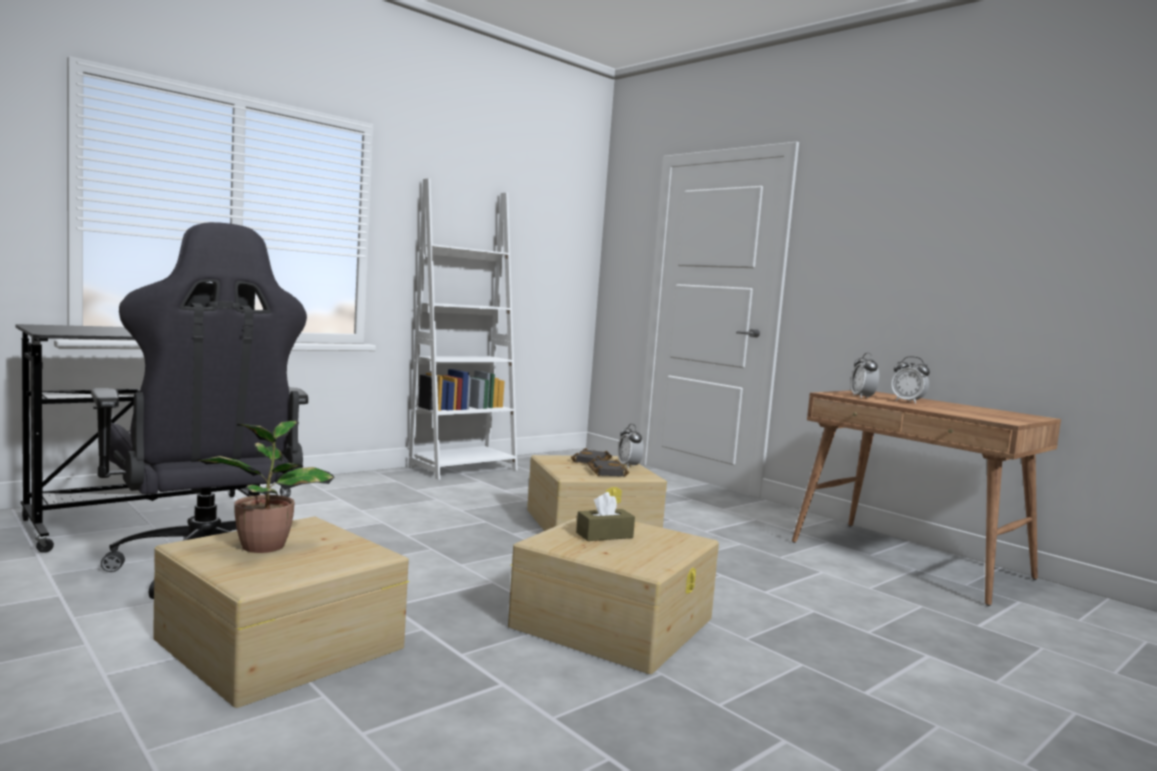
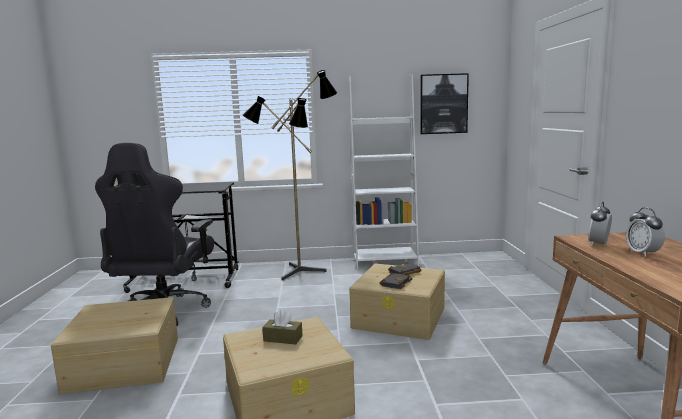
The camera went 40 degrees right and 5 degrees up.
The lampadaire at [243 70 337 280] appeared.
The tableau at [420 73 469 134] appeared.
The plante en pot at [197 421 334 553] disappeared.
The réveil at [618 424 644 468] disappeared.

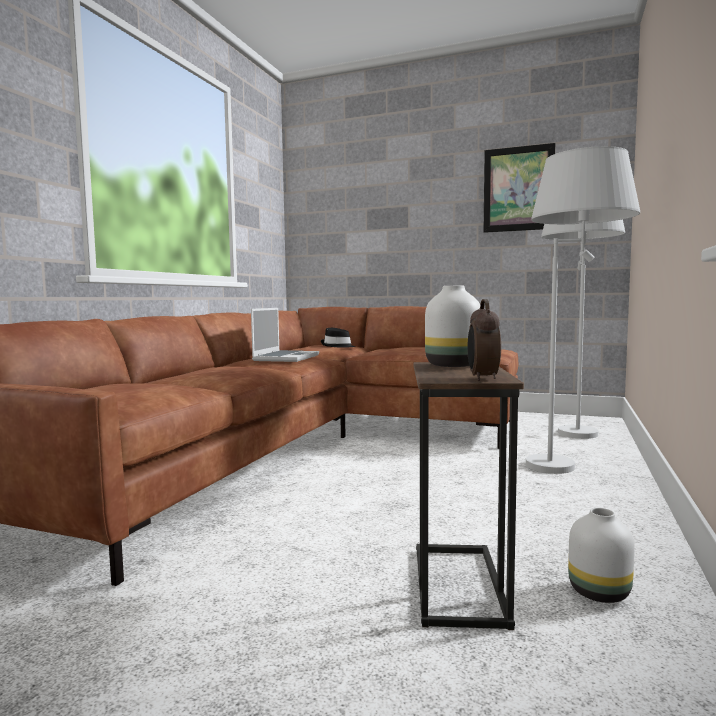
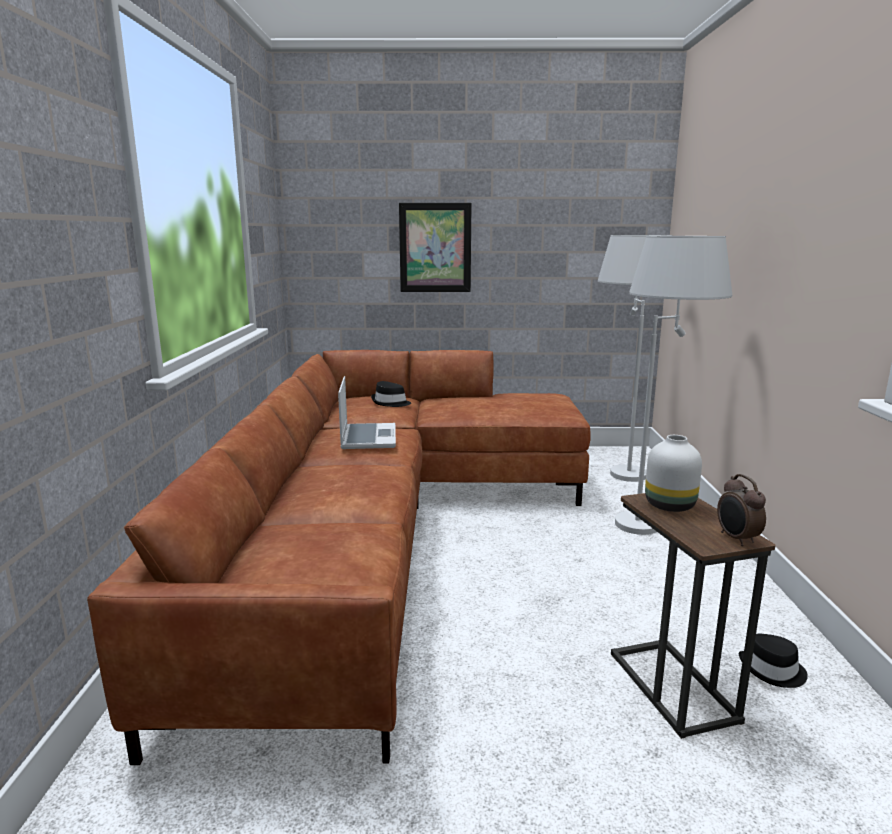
The camera went 20 degrees left and 10 degrees up.
The tableau moved from [483 143 555 233] to [399 203 472 292].
The vase [blanc] at [568 508 635 603] was replaced by the chapeau [noir] at [739 634 808 688].

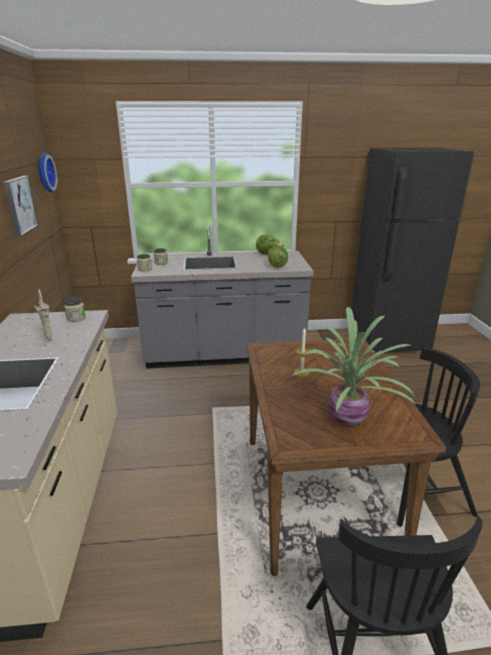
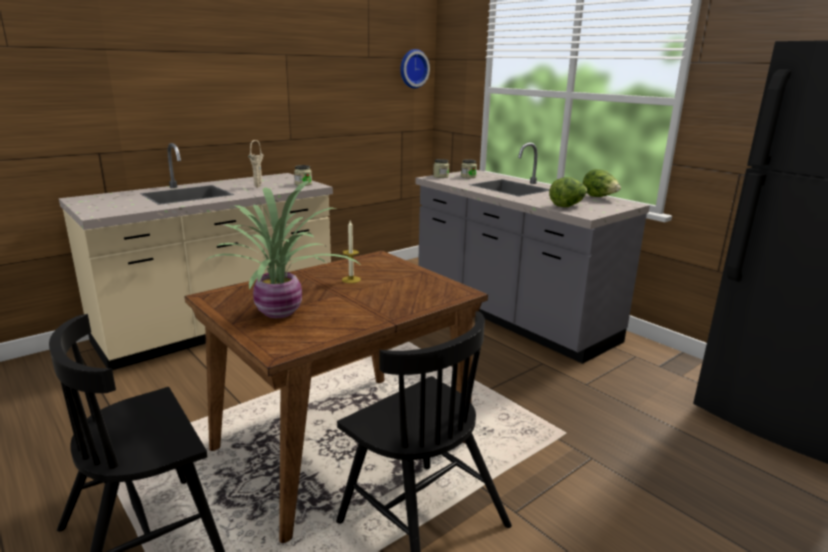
The camera went 55 degrees right and 5 degrees down.
The tableau at [3 176 39 236] disappeared.

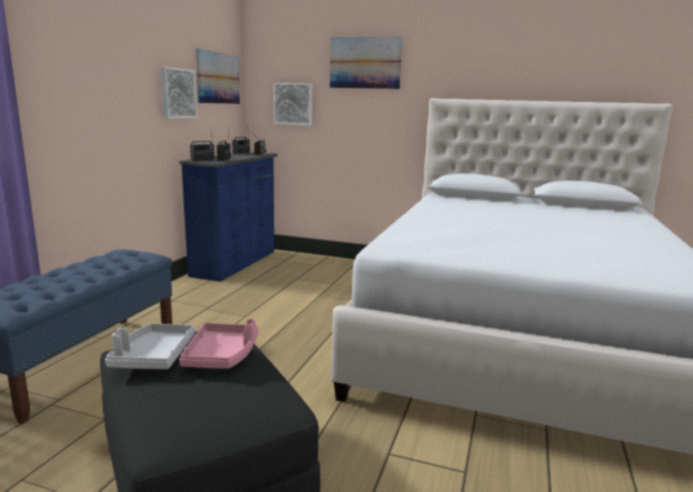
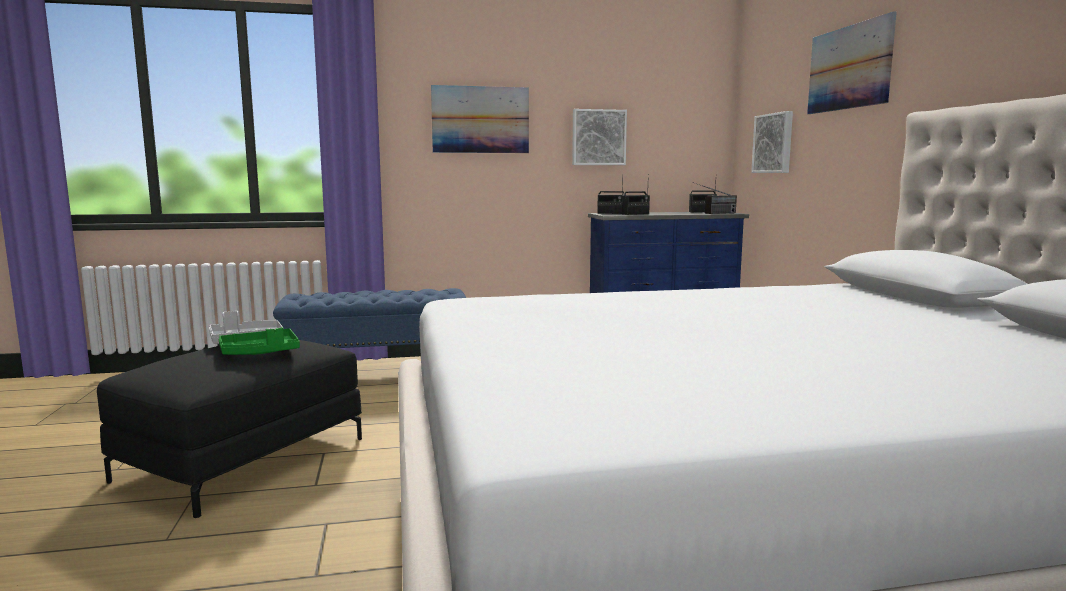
The camera went 60 degrees right and 5 degrees down.
The plateau [rose] at [179 318 259 368] became the plateau [vert] at [219 327 300 355].
The tableau moved from [196 49 240 104] to [431 85 529 153].

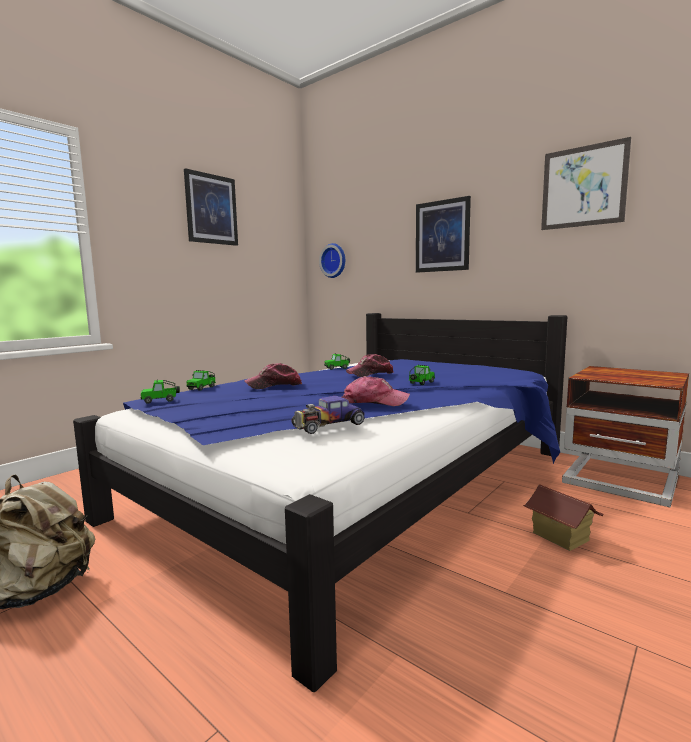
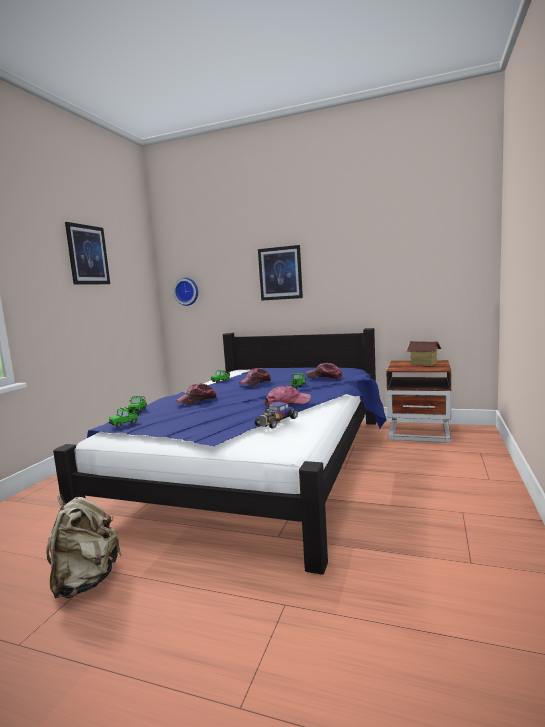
The camera went 20 degrees left and 0 degrees up.
The casquette at [306 363 343 379] appeared.
The maison miniature moved from [523 485 604 551] to [407 341 442 366].
The tableau at [541 137 631 230] disappeared.

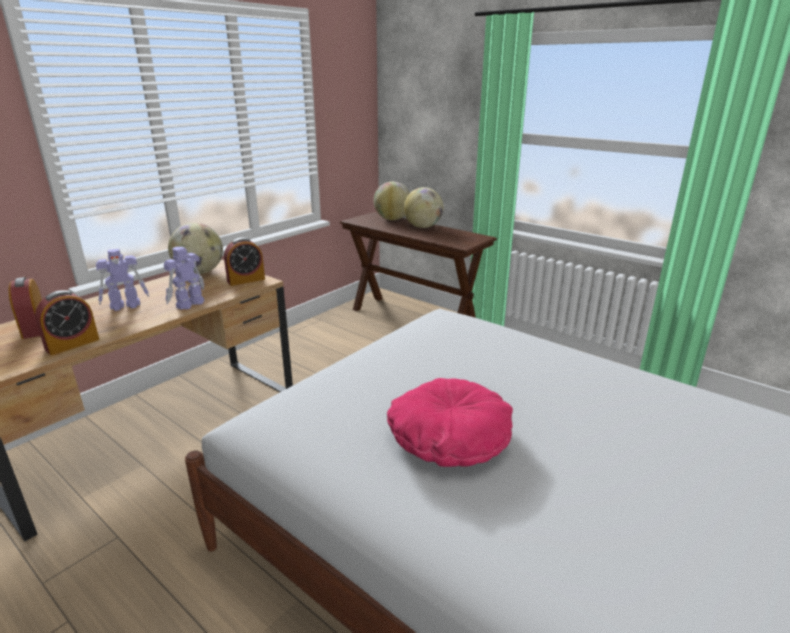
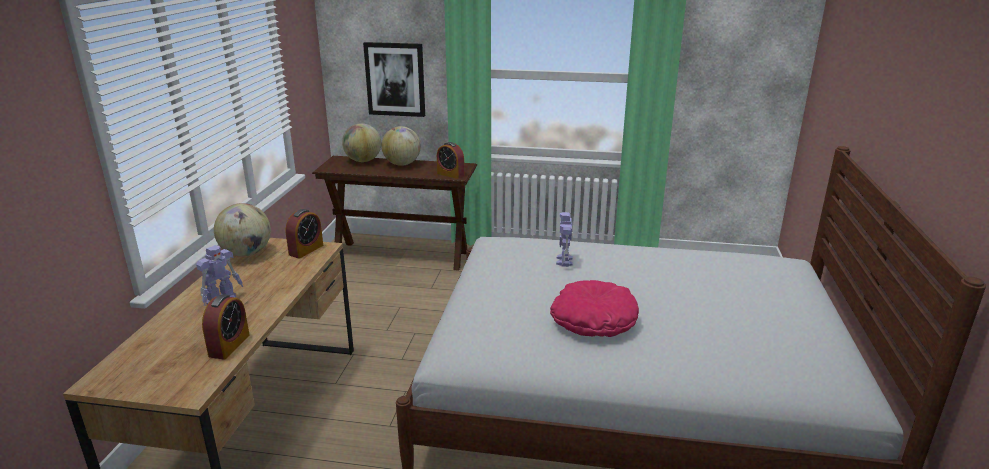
The camera went 30 degrees left and 0 degrees up.
The tableau at [363 42 425 117] appeared.
The réveil moved from [9 277 42 339] to [437 142 465 179].
The robot jouet moved from [164 247 204 310] to [556 212 573 267].

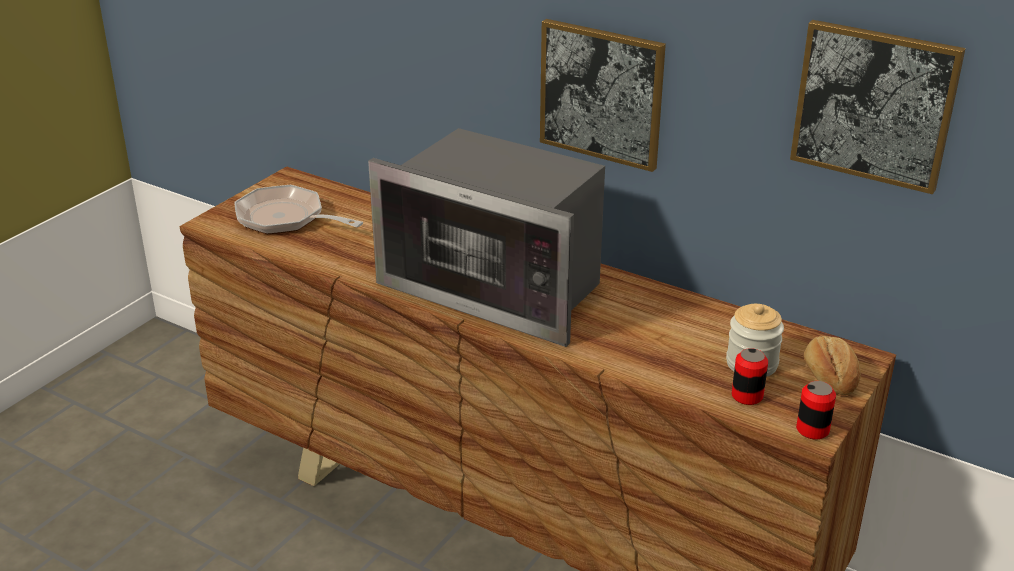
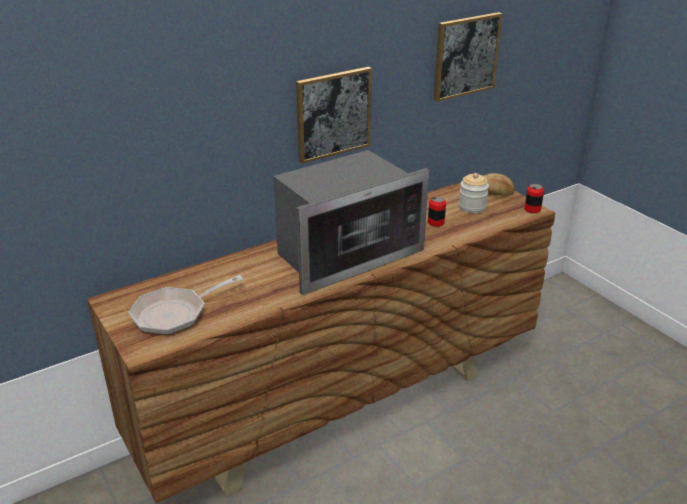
The camera went 65 degrees left and 0 degrees up.
The boîte métallique moved from [732 348 768 405] to [428 196 446 227].

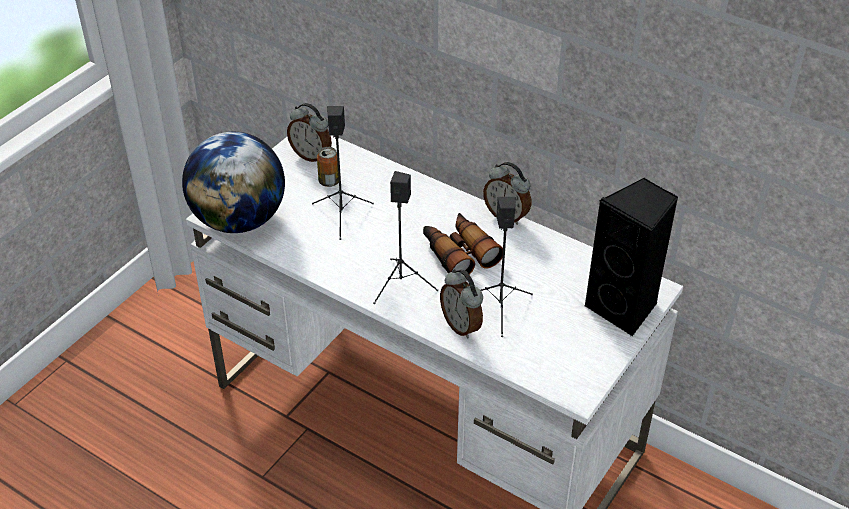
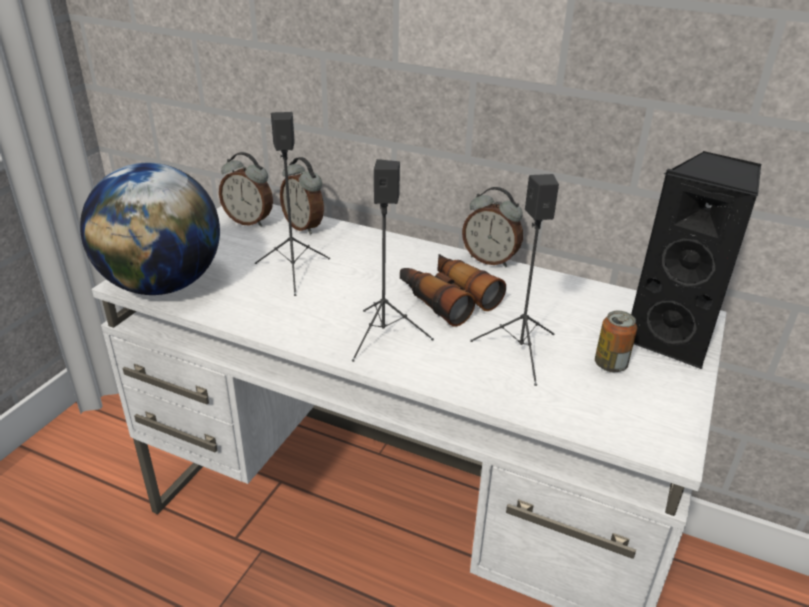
The camera went 10 degrees left and 10 degrees down.
The réveil moved from [440 269 483 339] to [280 157 324 234].
The boîte métallique moved from [317 147 339 187] to [595 310 637 372].

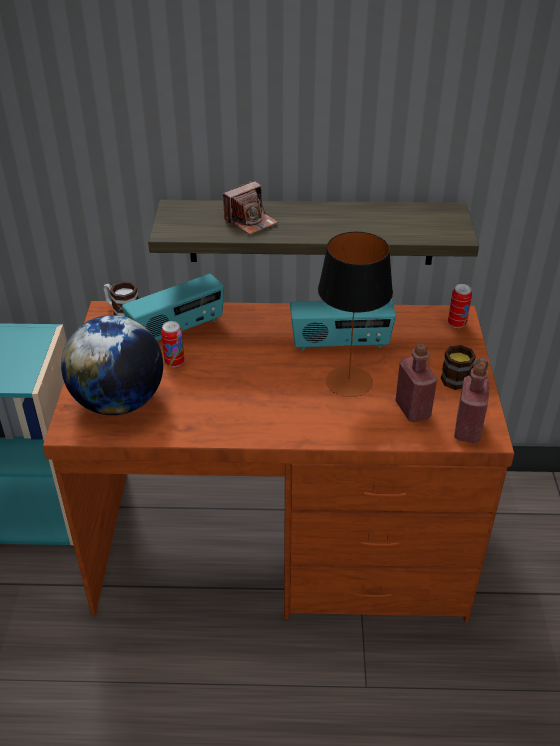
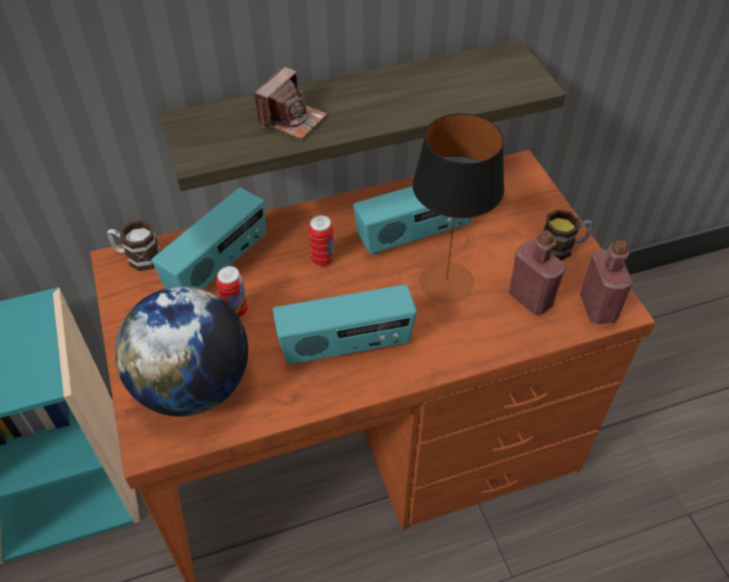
The camera went 20 degrees left and 10 degrees up.
The radio at [273 284 417 364] appeared.
The boîte métallique moved from [448 284 472 328] to [309 215 334 267].

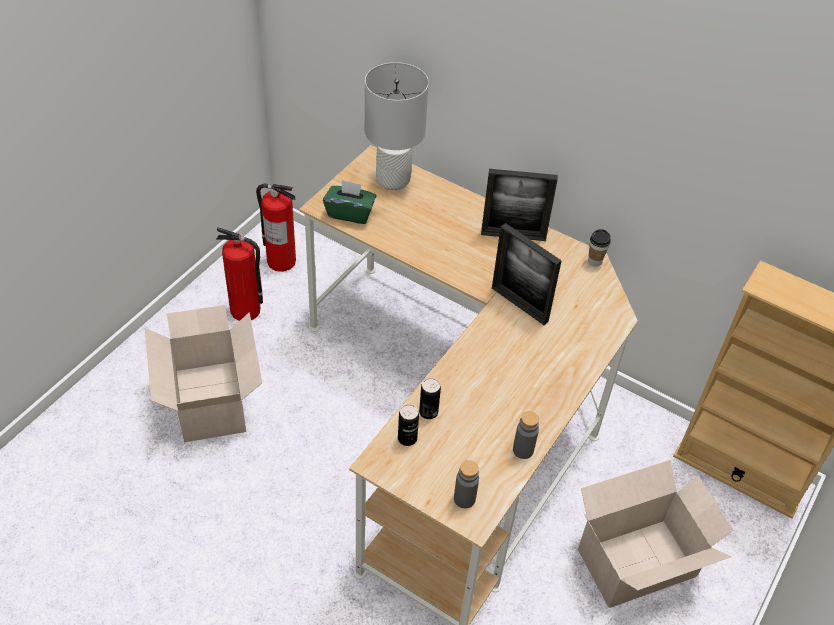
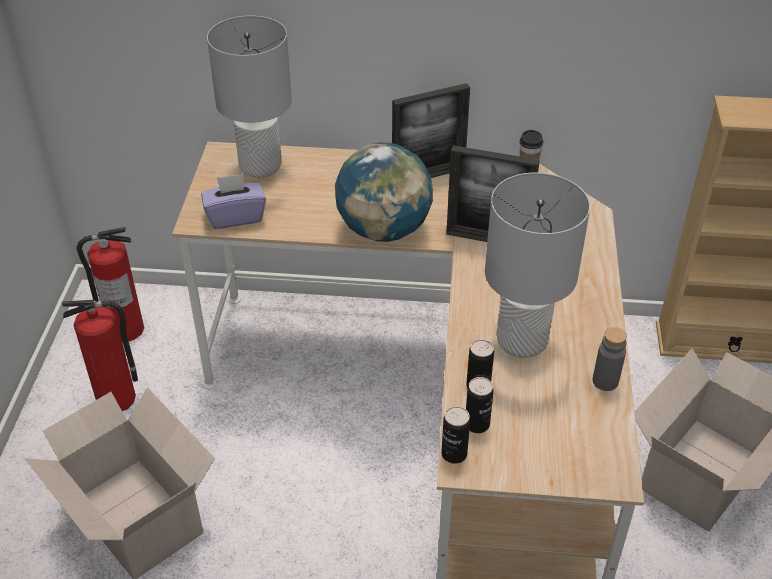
The camera went 25 degrees left and 5 degrees down.
The boîte à mouchoirs [vert] at [323 180 376 224] became the boîte à mouchoirs [violet] at [201 174 266 229].
The globe at [335 142 433 242] appeared.
The boîte métallique at [441 406 470 464] appeared.
The lampe de table [gris] at [485 172 590 358] appeared.
The bouteille [gris] at [454 460 479 508] disappeared.

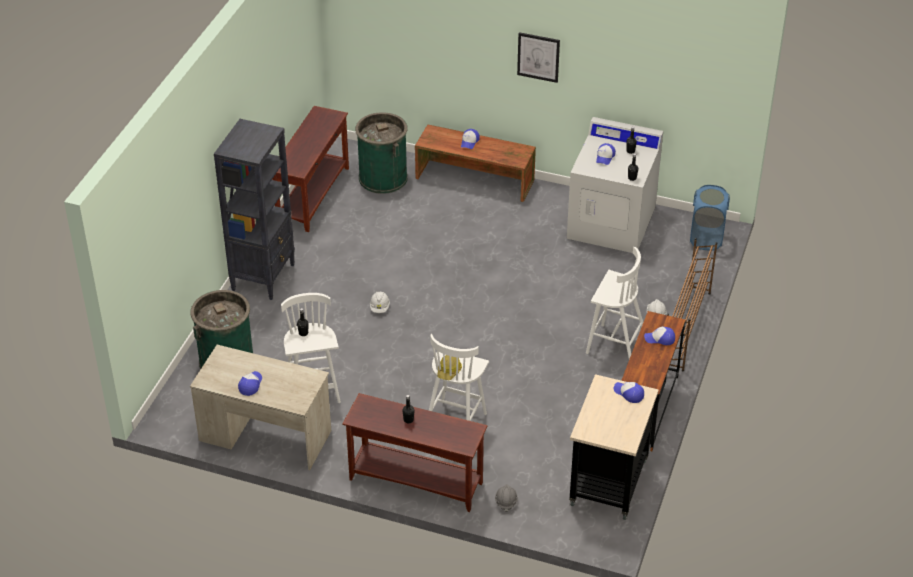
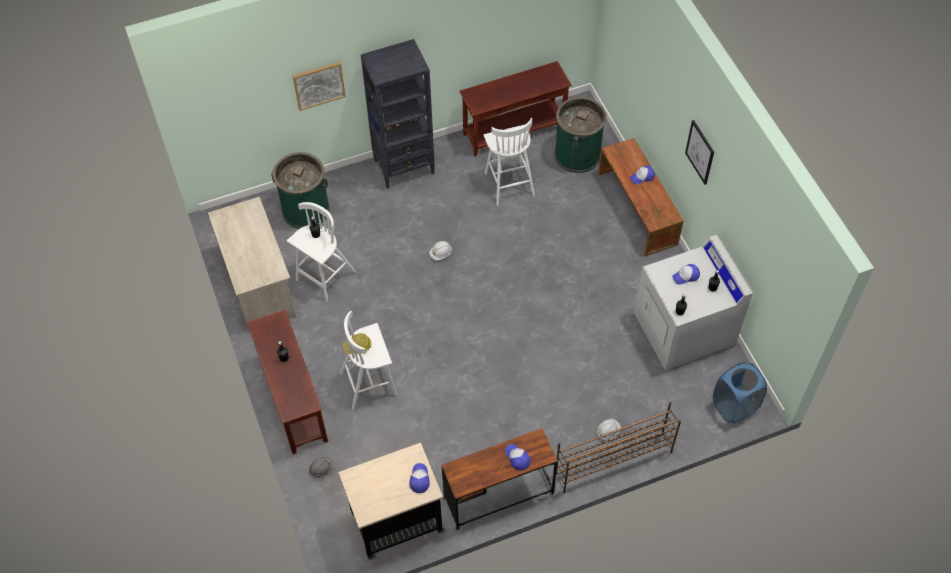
The camera went 50 degrees right and 15 degrees up.
The tableau at [293 62 346 111] appeared.
The tabouret [blanc] moved from [586 247 643 359] to [483 117 535 206].
The casquette at [238 371 262 396] disappeared.

